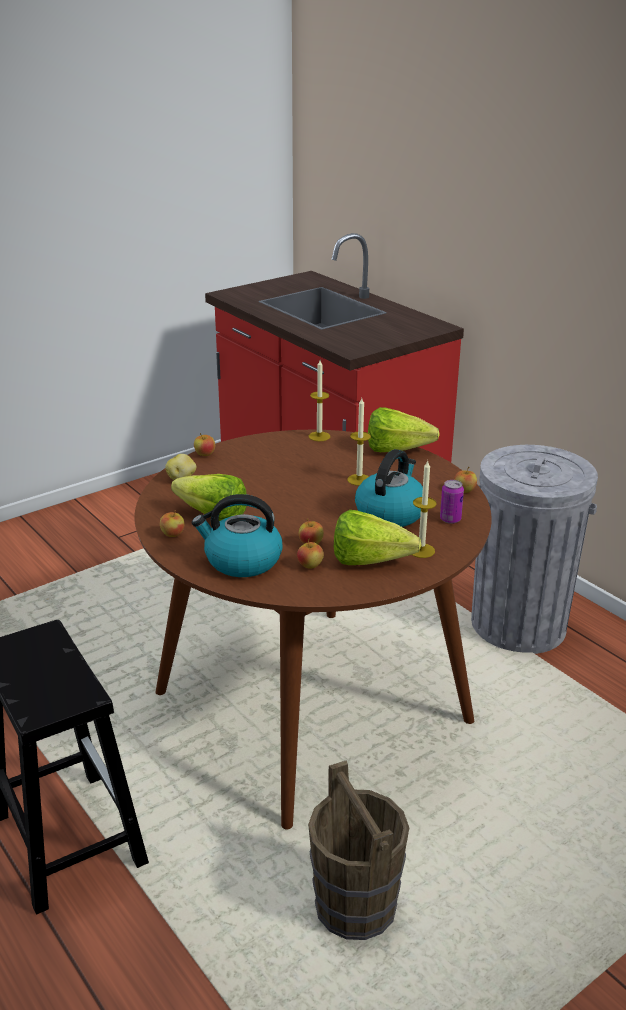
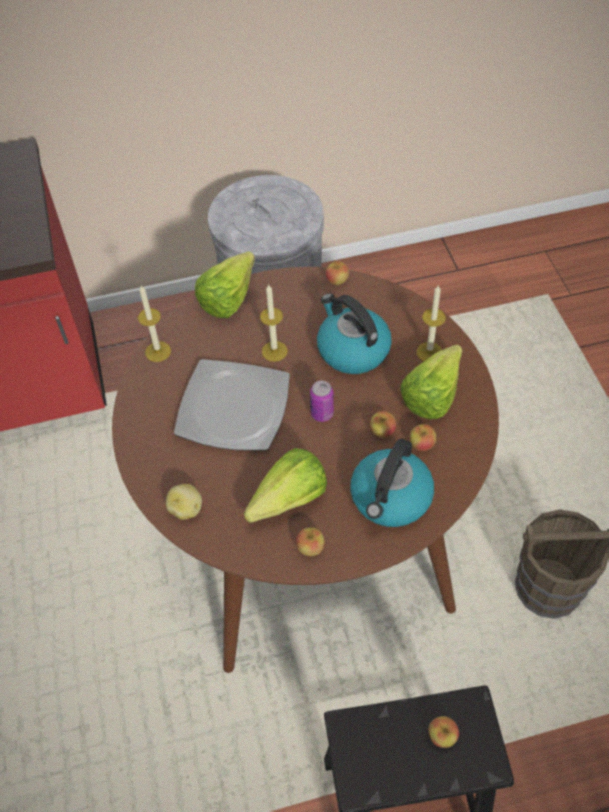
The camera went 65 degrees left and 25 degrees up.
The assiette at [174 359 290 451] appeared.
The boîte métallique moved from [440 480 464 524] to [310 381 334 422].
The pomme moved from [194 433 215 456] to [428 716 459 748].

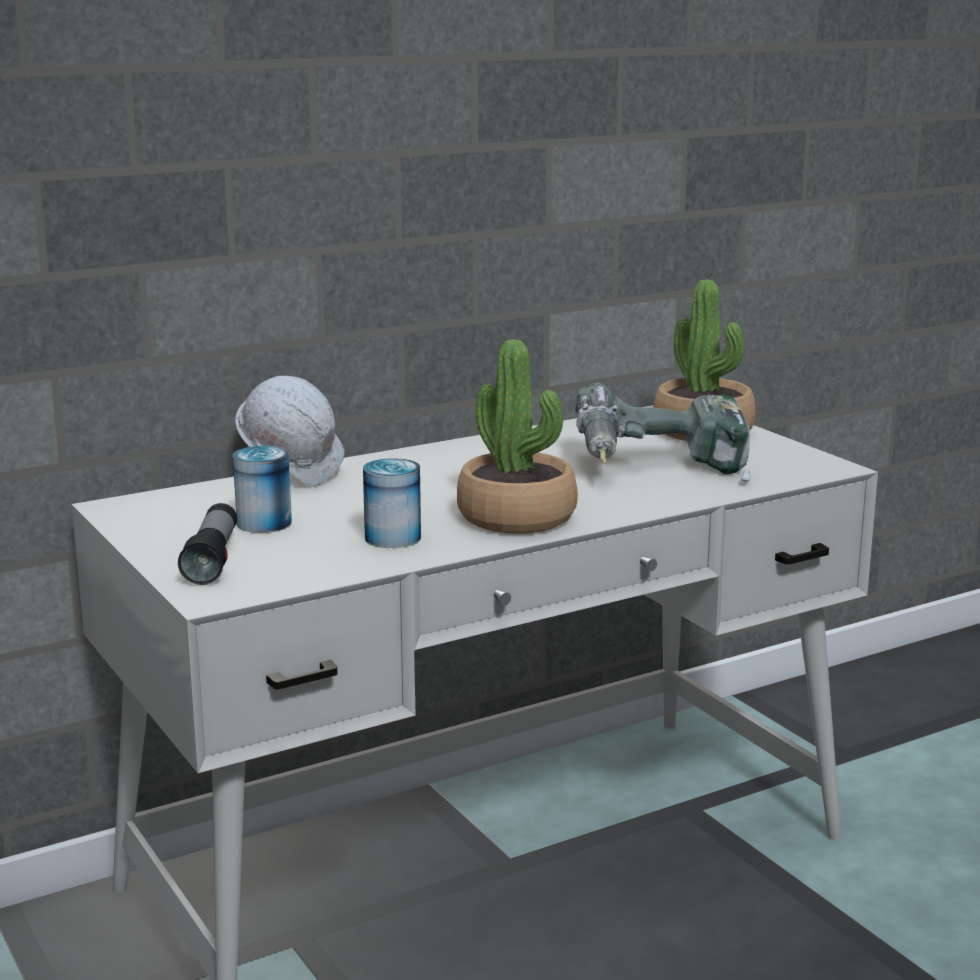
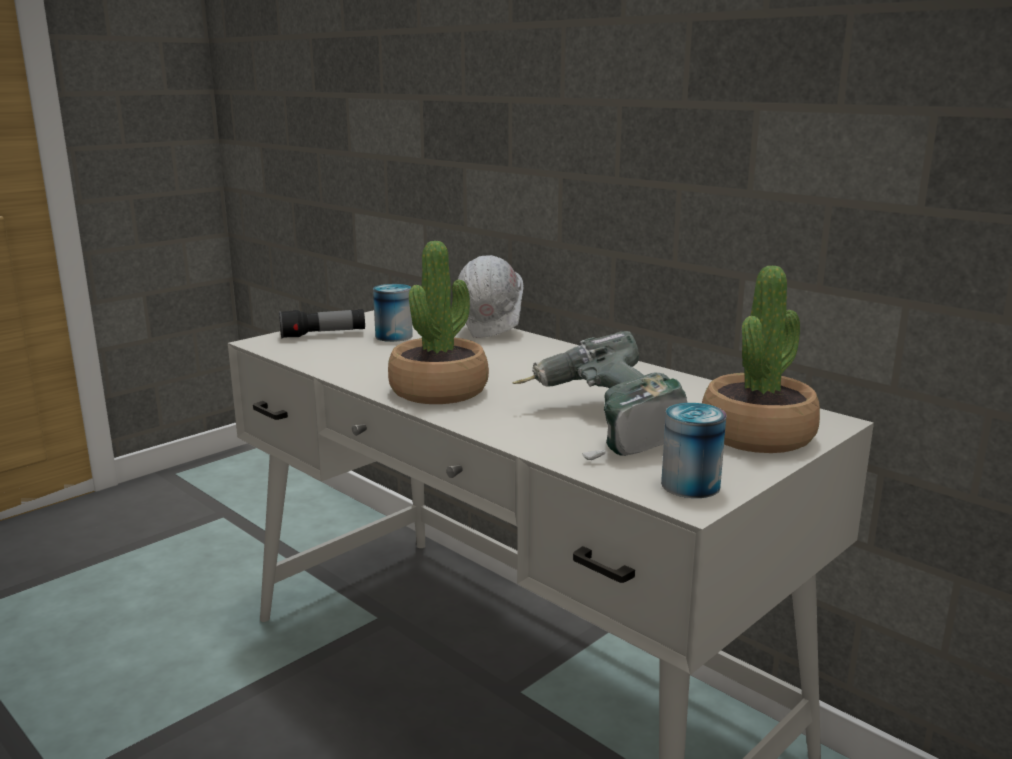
The camera went 75 degrees right and 0 degrees up.
The boîte métallique moved from [363 458 421 548] to [661 403 727 498].

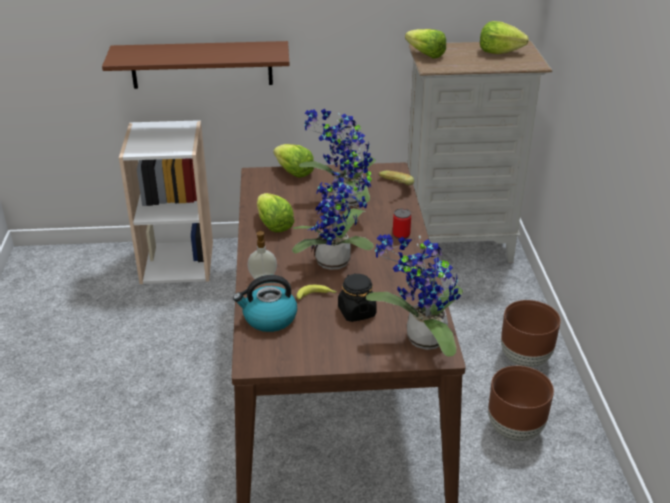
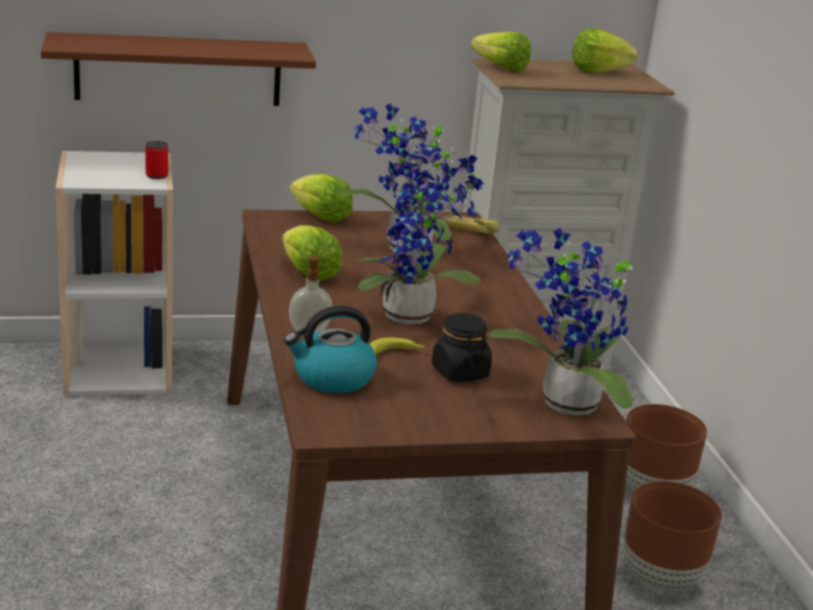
The camera went 10 degrees left and 10 degrees down.
The boîte métallique moved from [393 209 411 239] to [145 141 168 179].

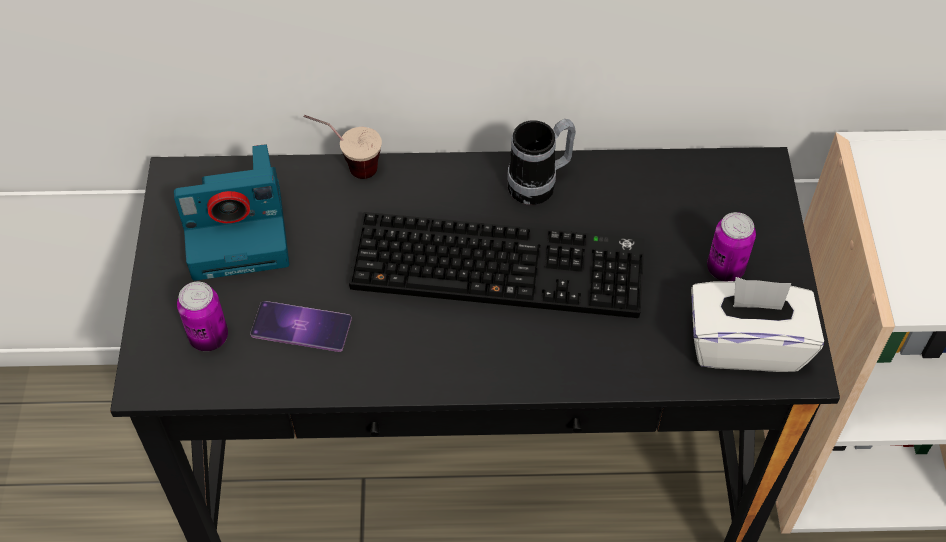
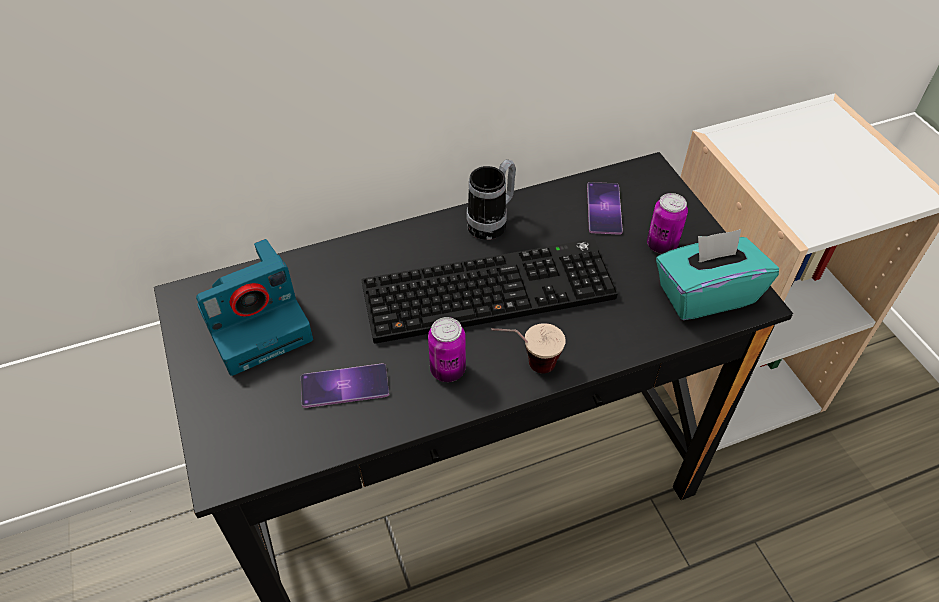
The camera went 20 degrees left and 5 degrees down.
The boîte métallique moved from [177 282 228 351] to [428 317 466 382].
The tasse moved from [304 115 382 179] to [491 323 565 374].
The téléphone at [587 182 623 235] appeared.
The boîte à mouchoirs [blanc] at [691 277 824 372] became the boîte à mouchoirs [turquoise] at [656 229 779 320].

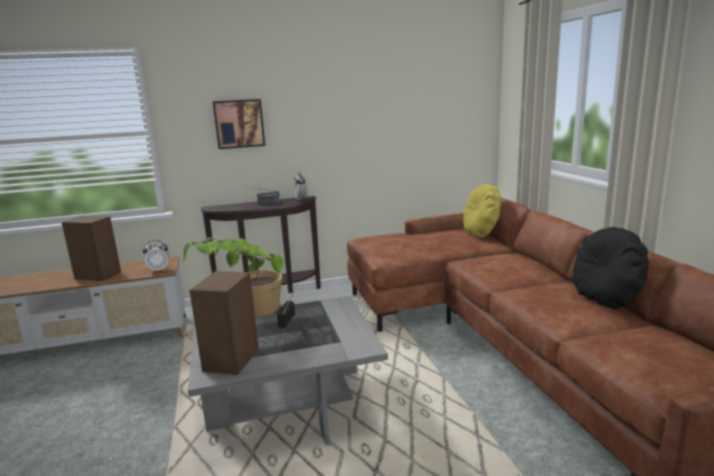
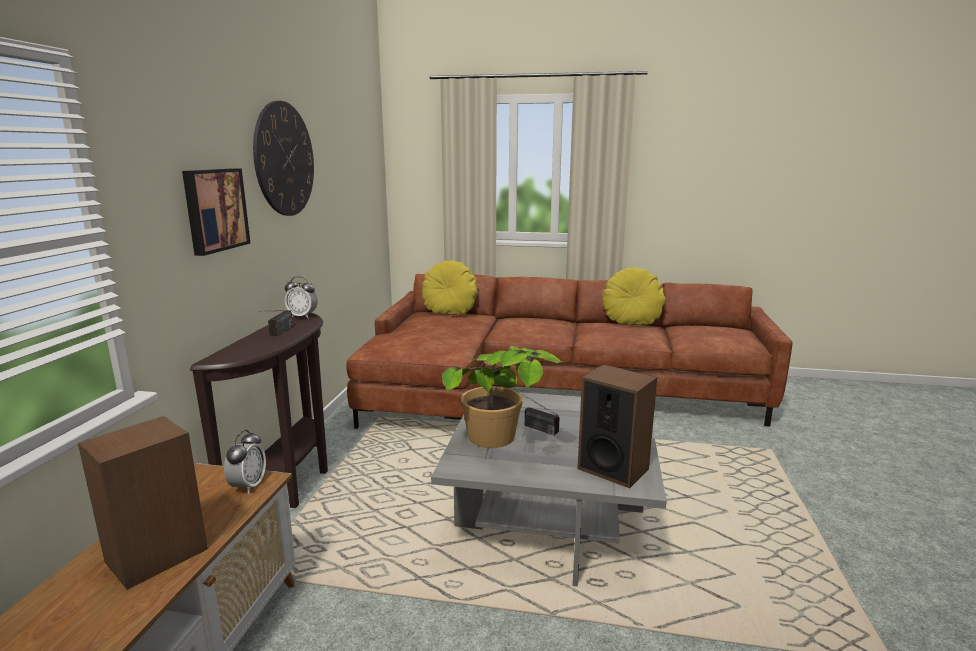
The camera went 65 degrees left and 0 degrees up.
The horloge murale at [253 101 314 216] appeared.
The coussin [noir] at [572 227 649 309] became the coussin [jaune] at [603 267 666 325].

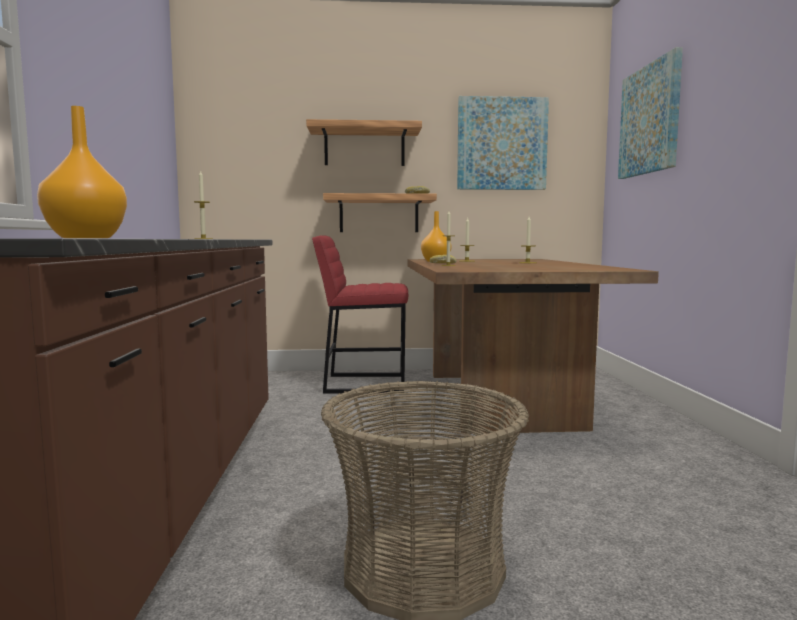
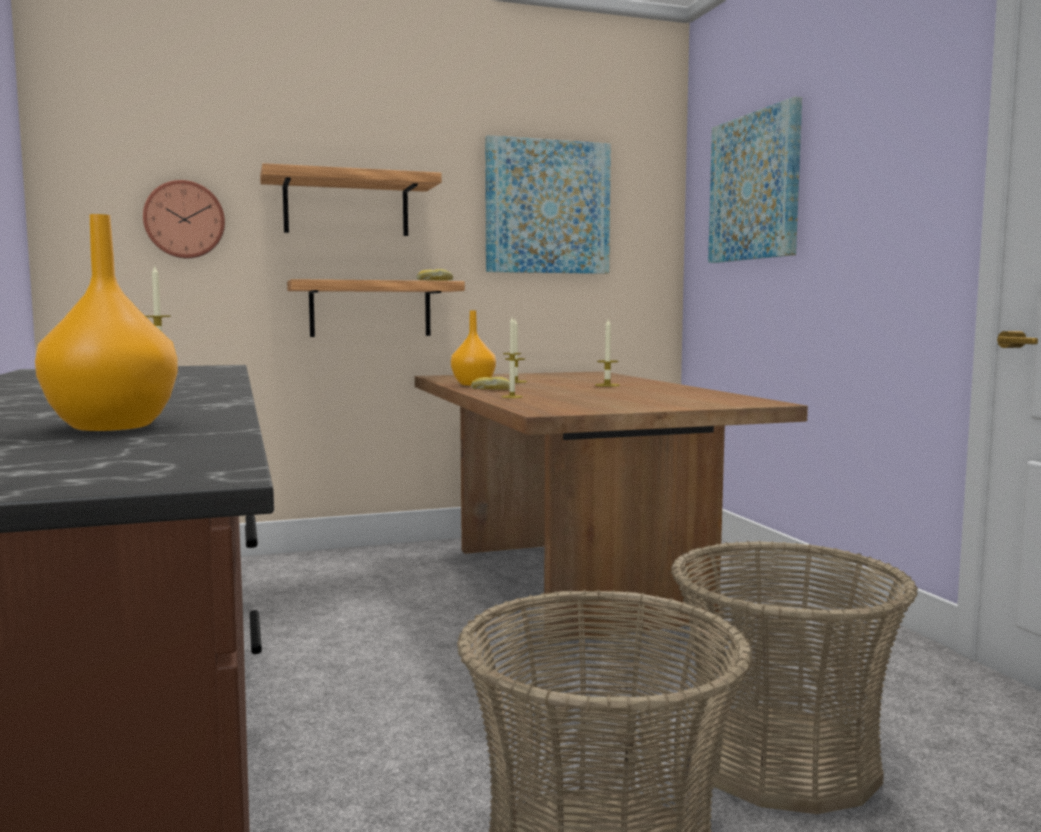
The camera went 15 degrees left and 0 degrees up.
The horloge murale at [143 180 225 258] appeared.
The panier at [671 541 918 814] appeared.
The chaise [rouge] at [312 235 408 393] disappeared.

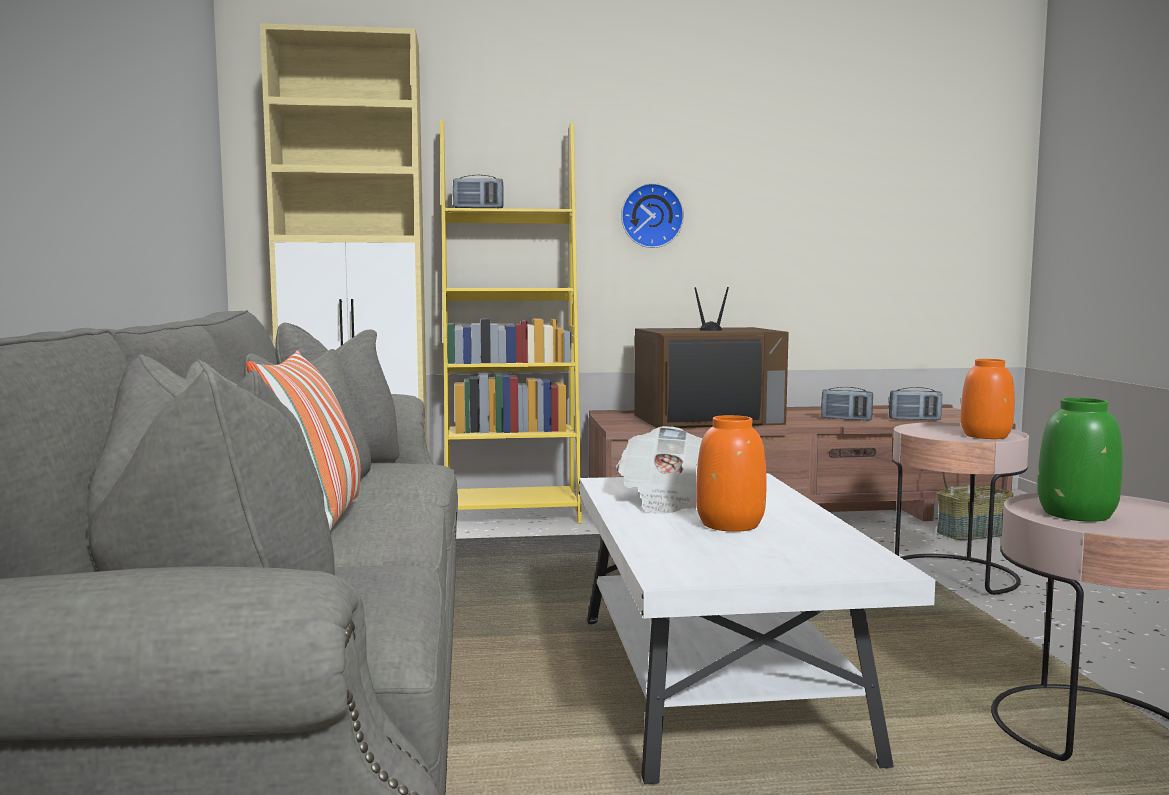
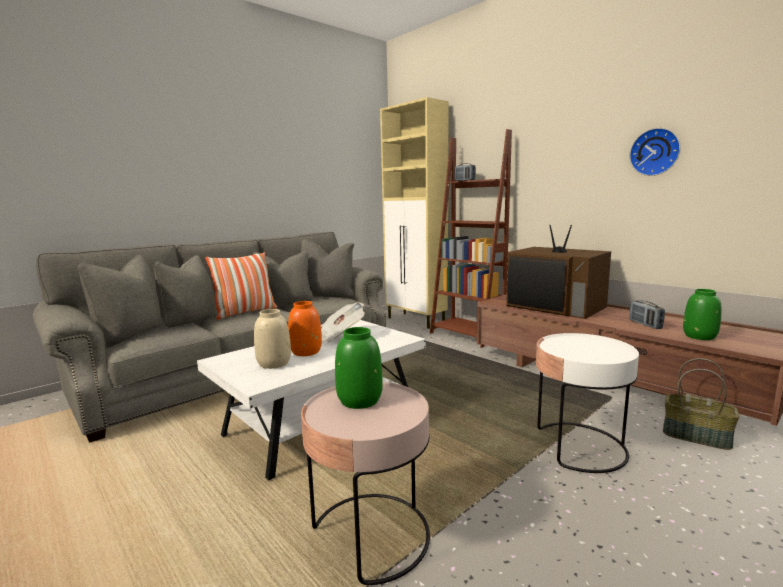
The camera went 55 degrees right and 5 degrees up.
The vase [beige] at [254 309 291 369] appeared.
The bibliothèque [jaune] at [440 120 582 523] became the bibliothèque [marron] at [430 129 512 348].
The table d'appoint [rose] at [892 422 1029 595] became the table d'appoint [blanc] at [536 333 639 473].
The horloge murale moved from [621 183 684 248] to [629 128 681 176].
The radio at [889 387 942 420] was replaced by the vase [vert] at [683 289 722 340].
The vase [orange] at [961 359 1015 439] disappeared.

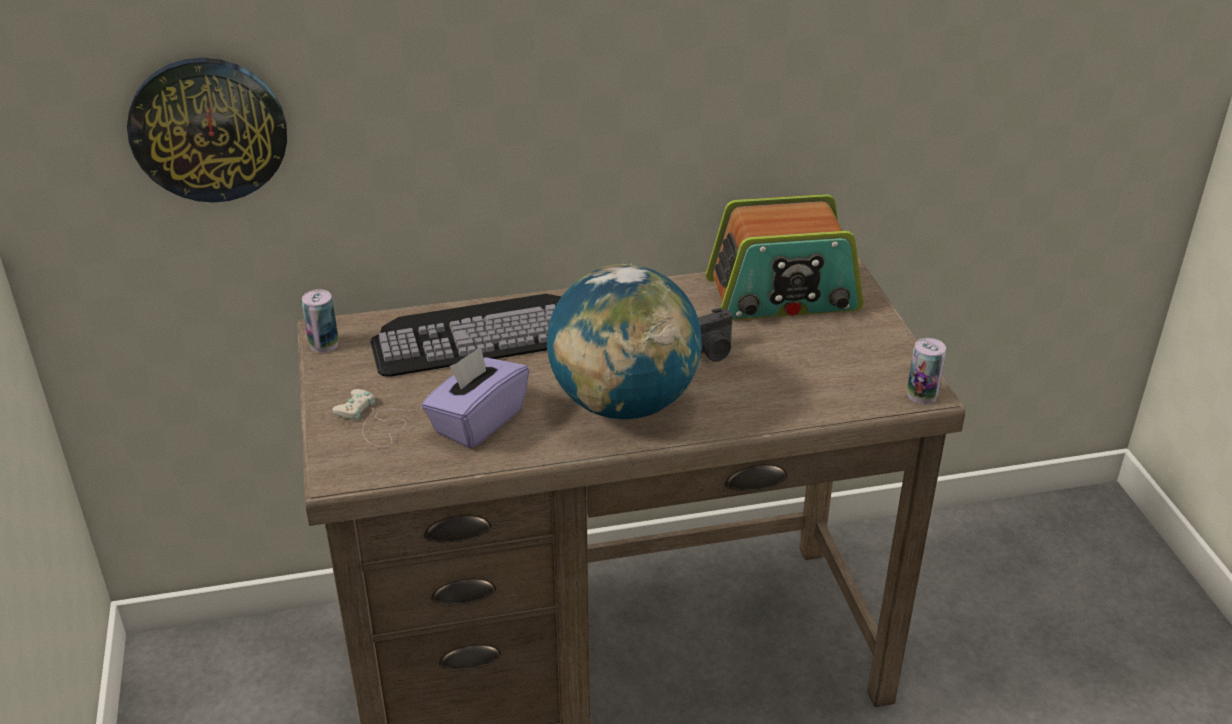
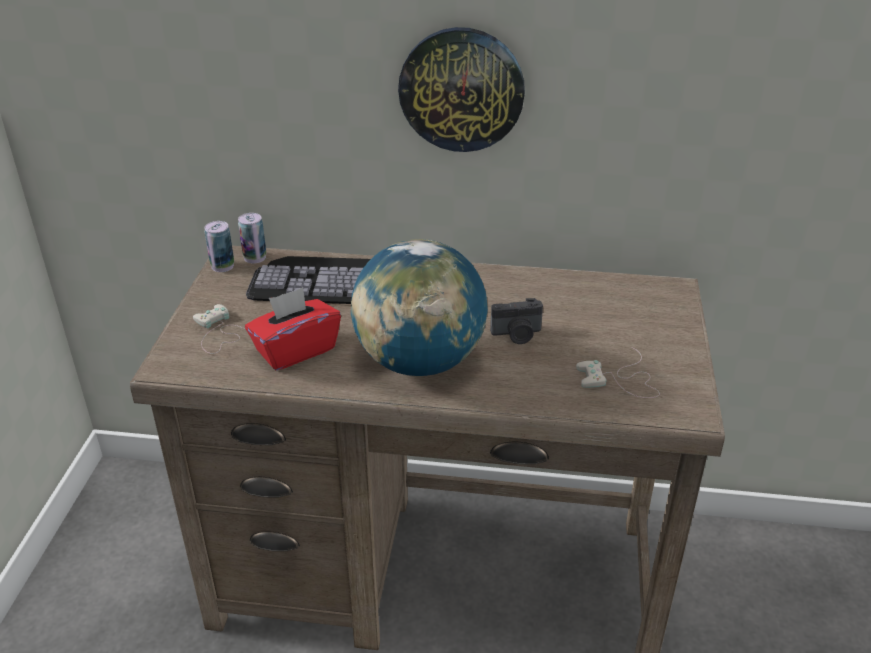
The camera went 20 degrees right and 0 degrees up.
The boîte métallique moved from [907 338 946 404] to [238 213 266 263].
The boîte à mouchoirs [violet] at [421 346 529 449] became the boîte à mouchoirs [rouge] at [245 288 341 371].
The horloge murale moved from [127 58 287 203] to [398 27 525 152].
The manette [blanc] at [576 347 660 398] appeared.
The radio at [706 194 863 320] disappeared.

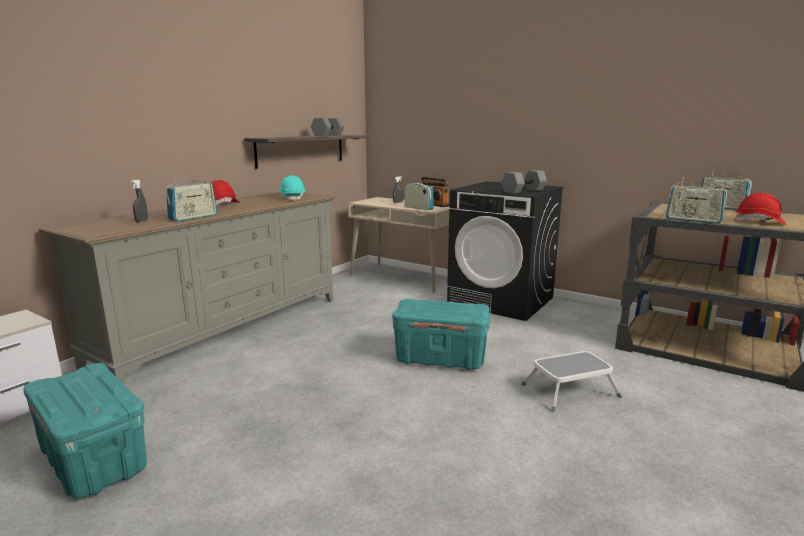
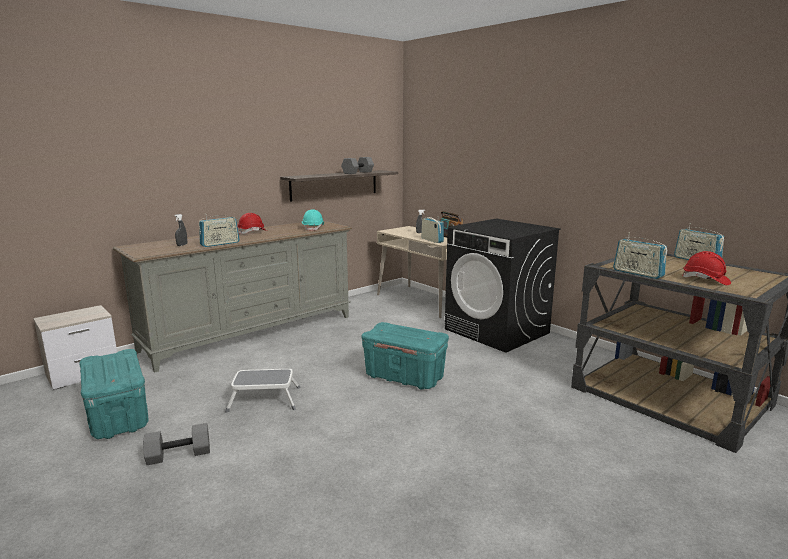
The camera went 15 degrees right and 0 degrees up.
The haltère [gris] moved from [502 170 547 194] to [143 423 210 465].
The escabeau [gris] moved from [521 351 622 412] to [225 369 301 413].

